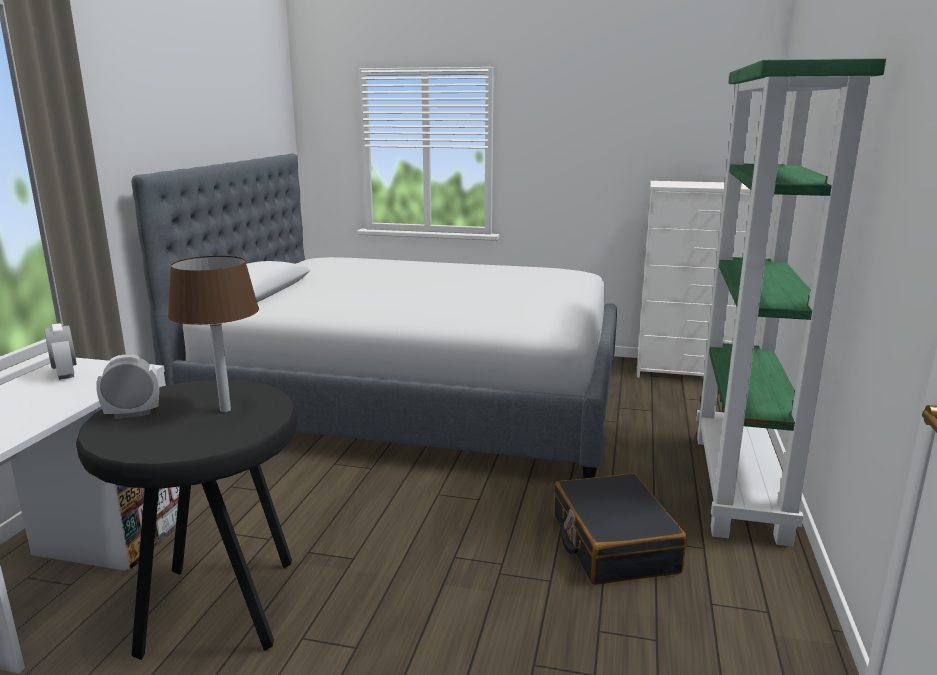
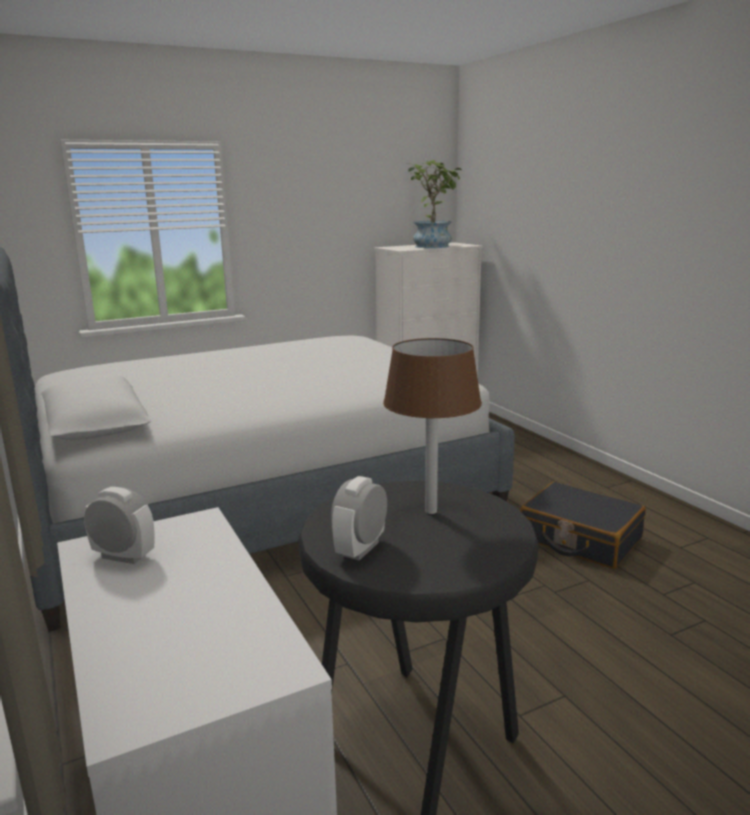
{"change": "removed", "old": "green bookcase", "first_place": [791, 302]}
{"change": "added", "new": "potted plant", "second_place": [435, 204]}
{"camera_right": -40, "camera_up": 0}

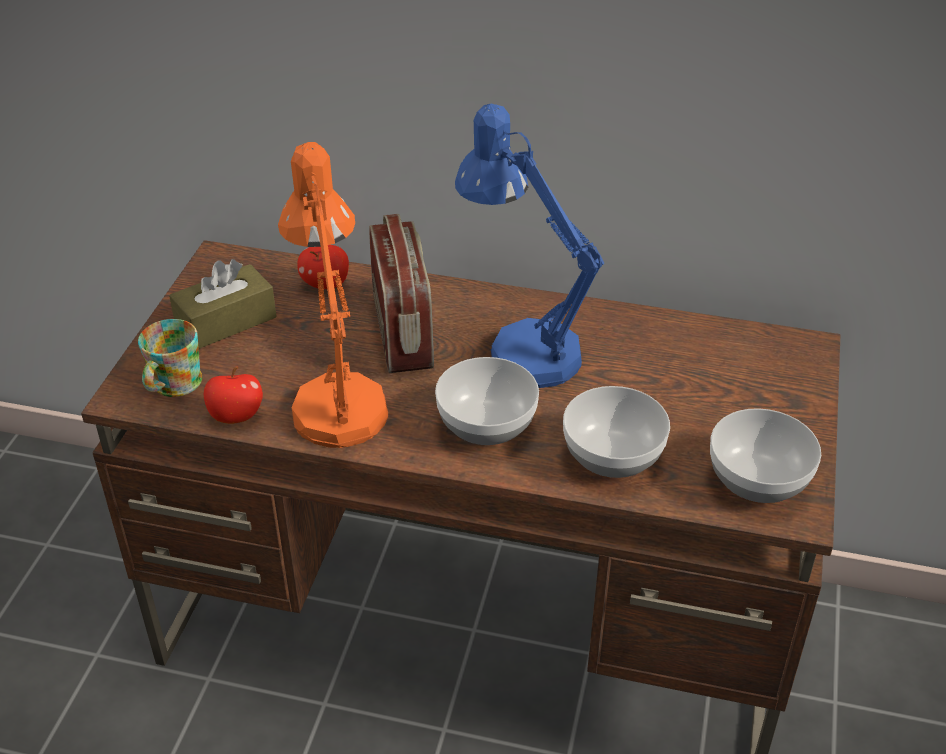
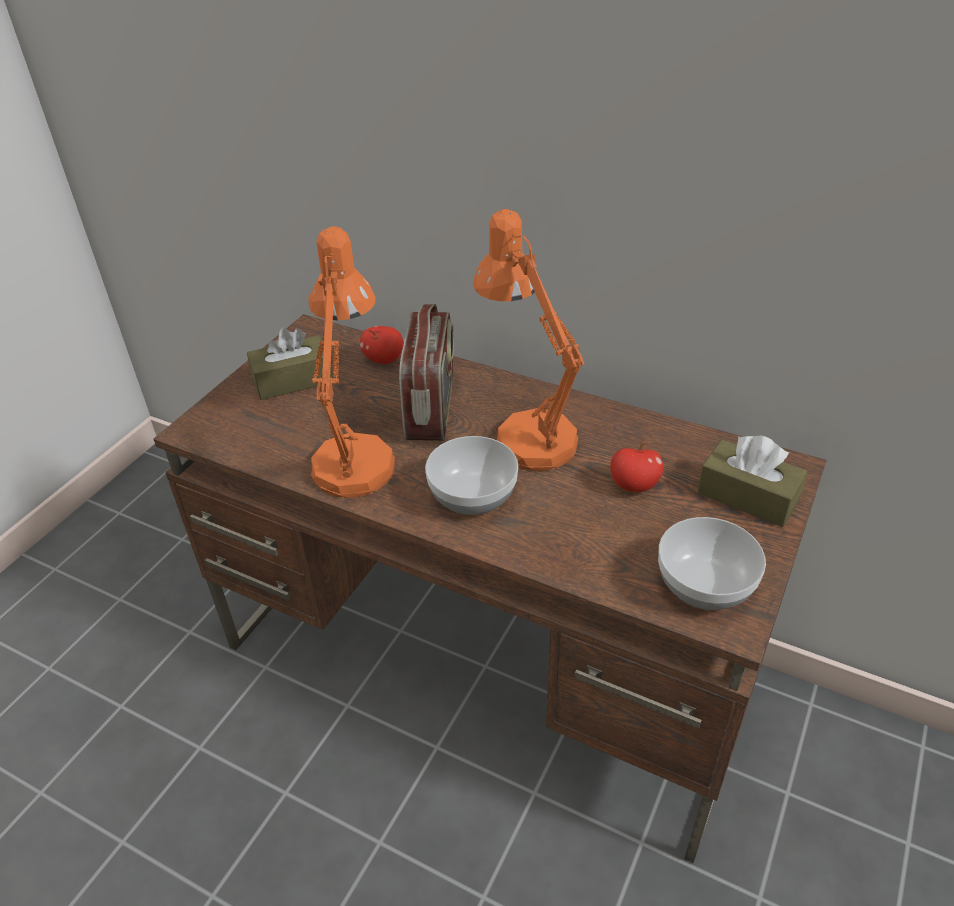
{"change": "recoloured", "old": "blue table lamp", "new": "orange table lamp", "first_place": [529, 246], "second_place": [528, 340]}
{"change": "removed", "old": "mug", "first_place": [170, 358]}
{"change": "moved", "old": "apple", "first_place": [233, 395], "second_place": [636, 467]}
{"change": "removed", "old": "bowl", "first_place": [616, 432]}
{"change": "added", "new": "brown tissue box", "second_place": [752, 481]}
{"camera_right": 15, "camera_up": 0}

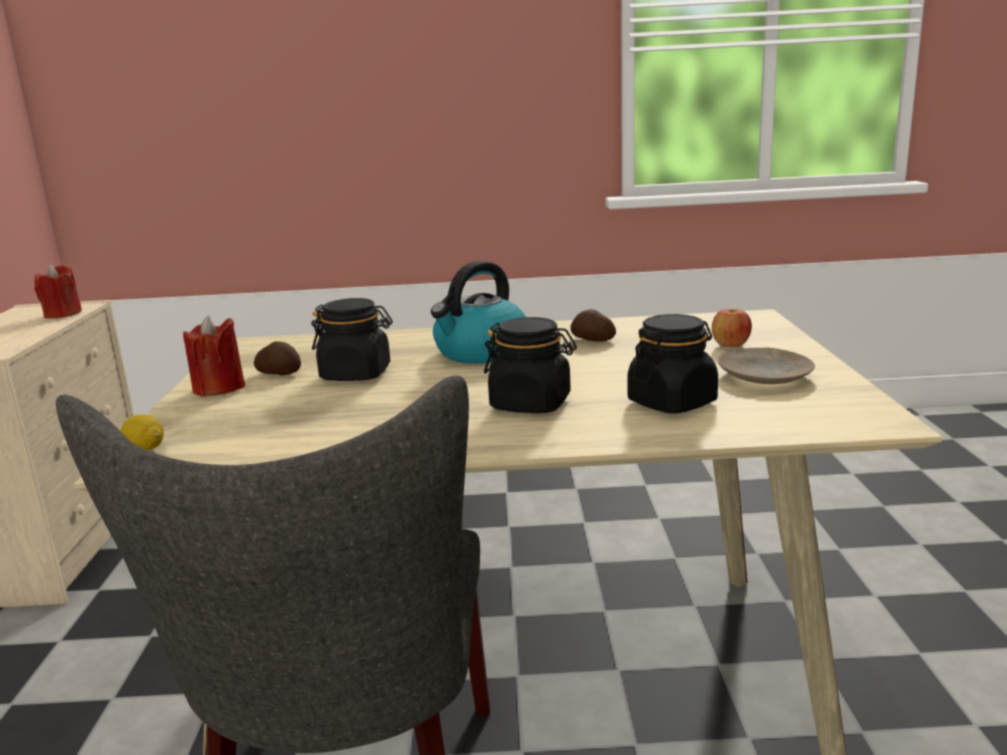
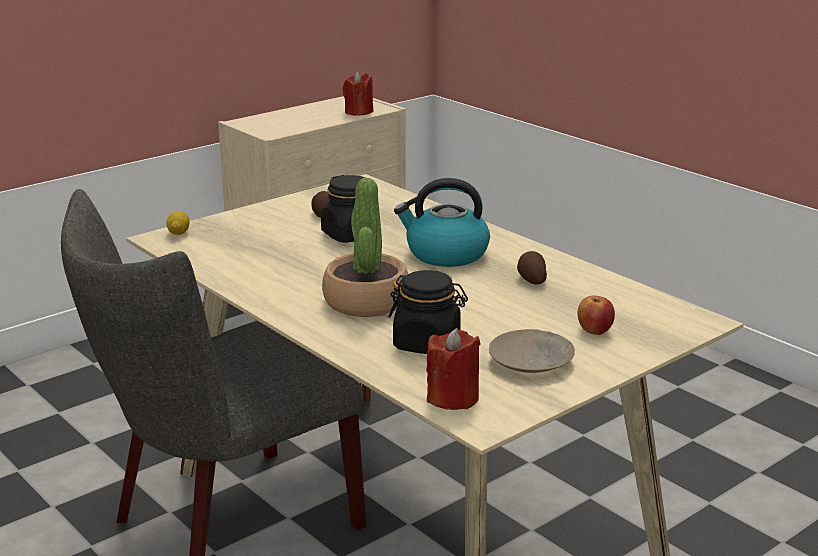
{"change": "moved", "old": "red candle", "first_place": [214, 356], "second_place": [453, 369]}
{"change": "replaced", "old": "black jar", "new": "potted plant", "first_place": [530, 365], "second_place": [365, 247]}
{"camera_right": 50, "camera_up": 5}

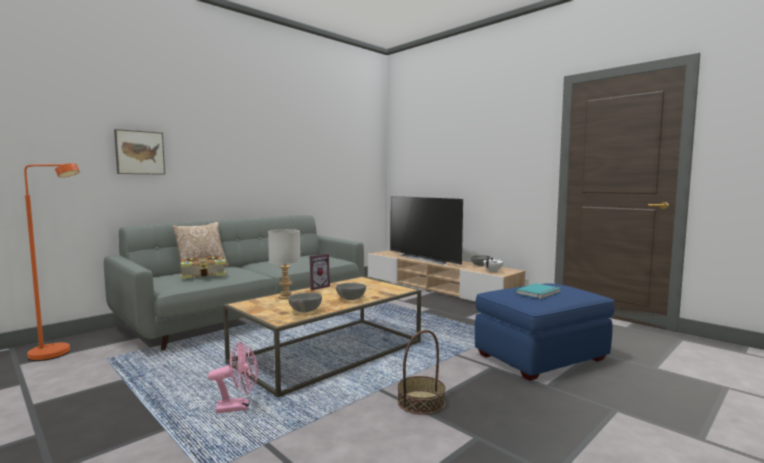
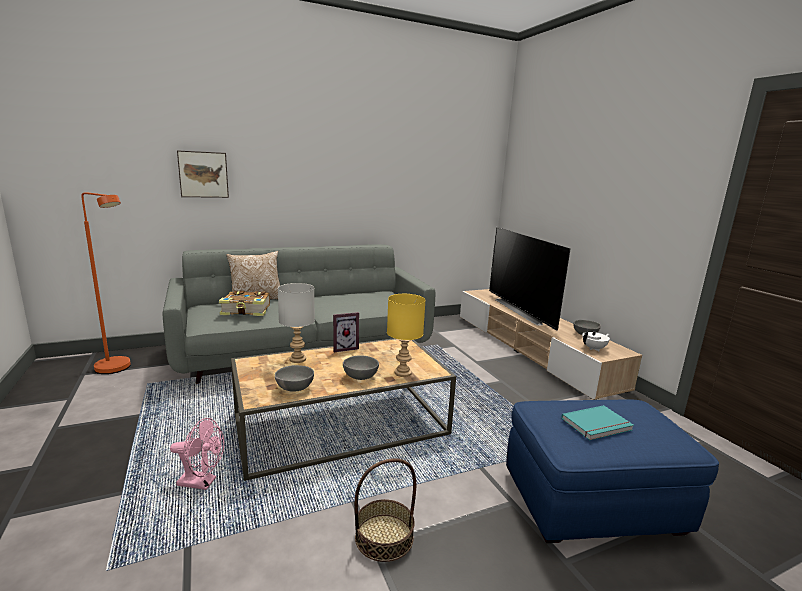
{"change": "added", "new": "yellow table lamp", "second_place": [406, 335]}
{"camera_right": 20, "camera_up": 10}

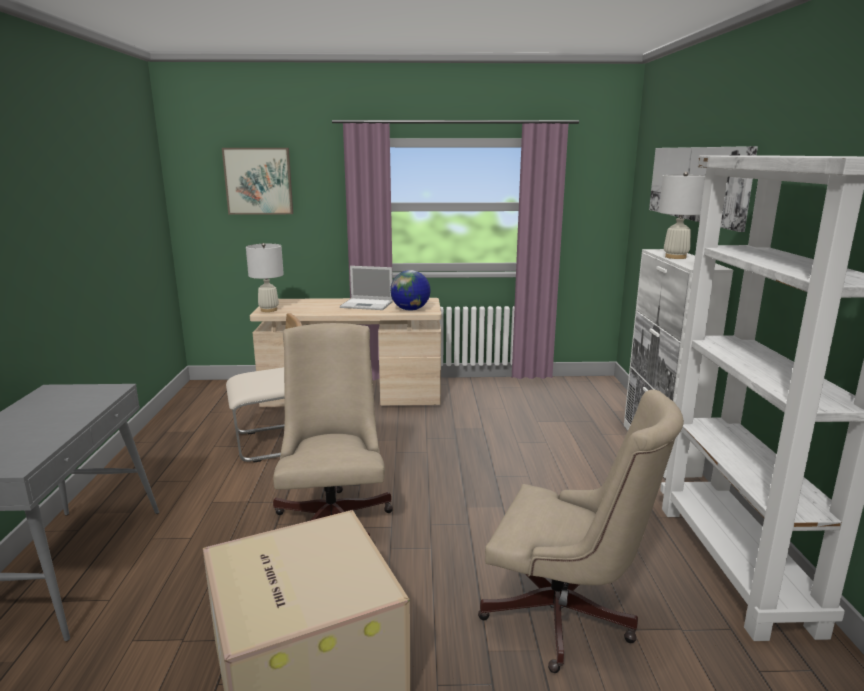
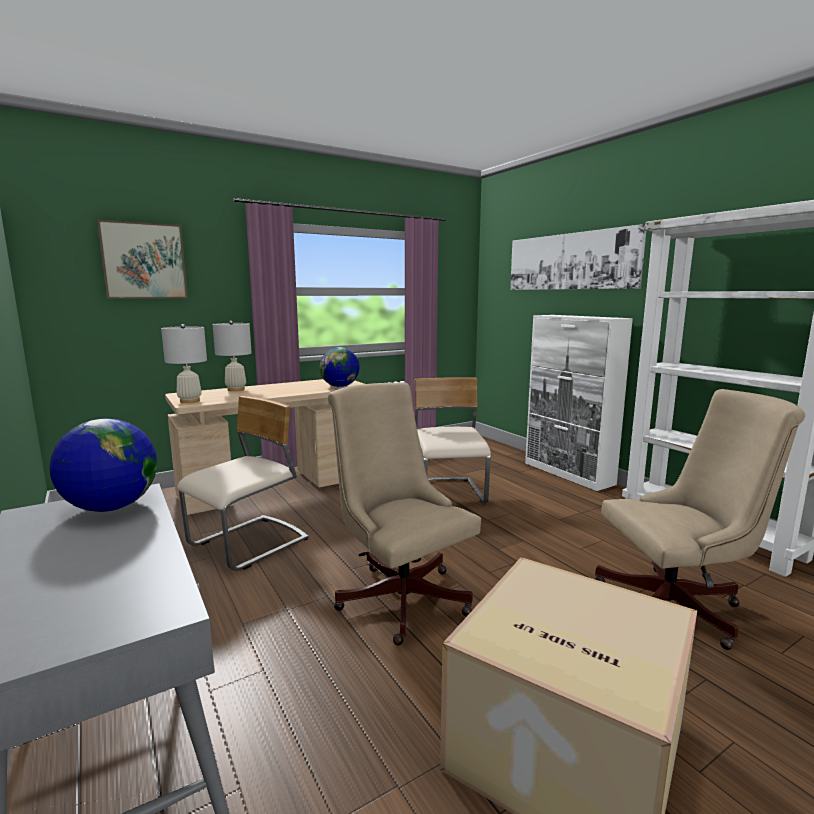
{"change": "moved", "old": "white table lamp", "first_place": [682, 215], "second_place": [232, 356]}
{"change": "removed", "old": "laptop", "first_place": [366, 288]}
{"change": "added", "new": "beige chair", "second_place": [453, 440]}
{"change": "added", "new": "globe", "second_place": [103, 465]}
{"camera_right": -30, "camera_up": -5}

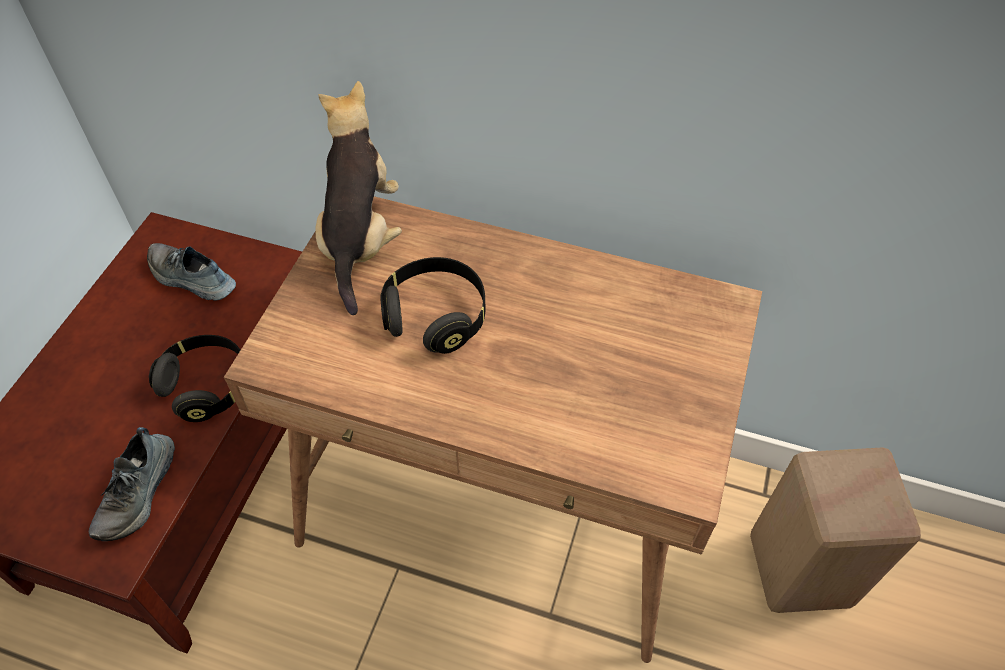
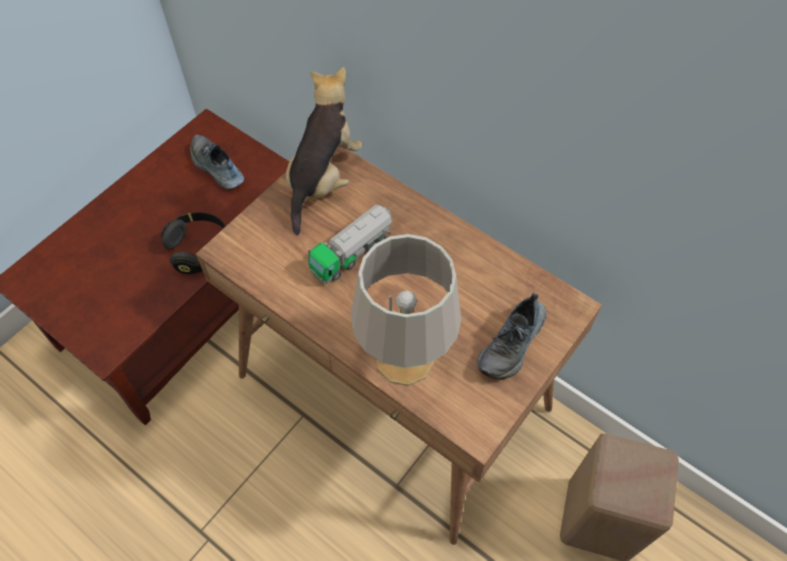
{"change": "replaced", "old": "black headphones", "new": "toy truck", "first_place": [433, 305], "second_place": [350, 244]}
{"change": "moved", "old": "shoe", "first_place": [132, 484], "second_place": [511, 335]}
{"change": "added", "new": "grey table lamp", "second_place": [406, 310]}
{"camera_right": 20, "camera_up": 5}

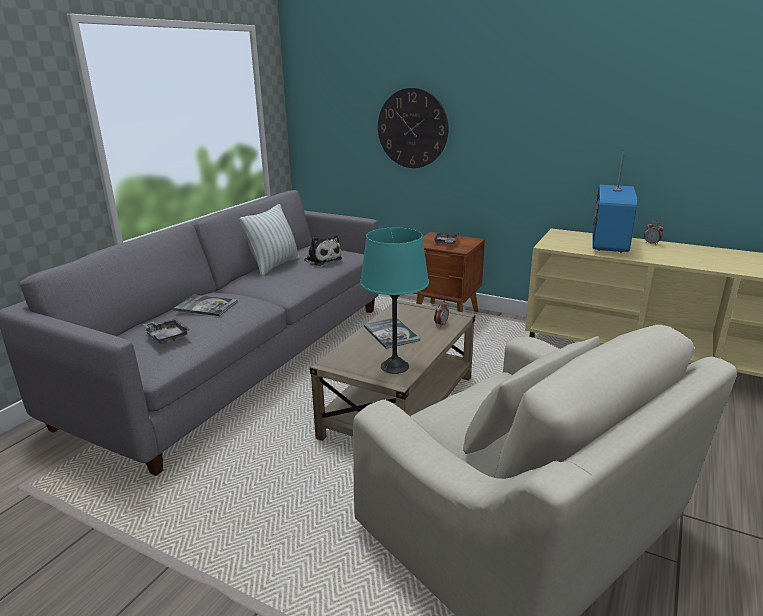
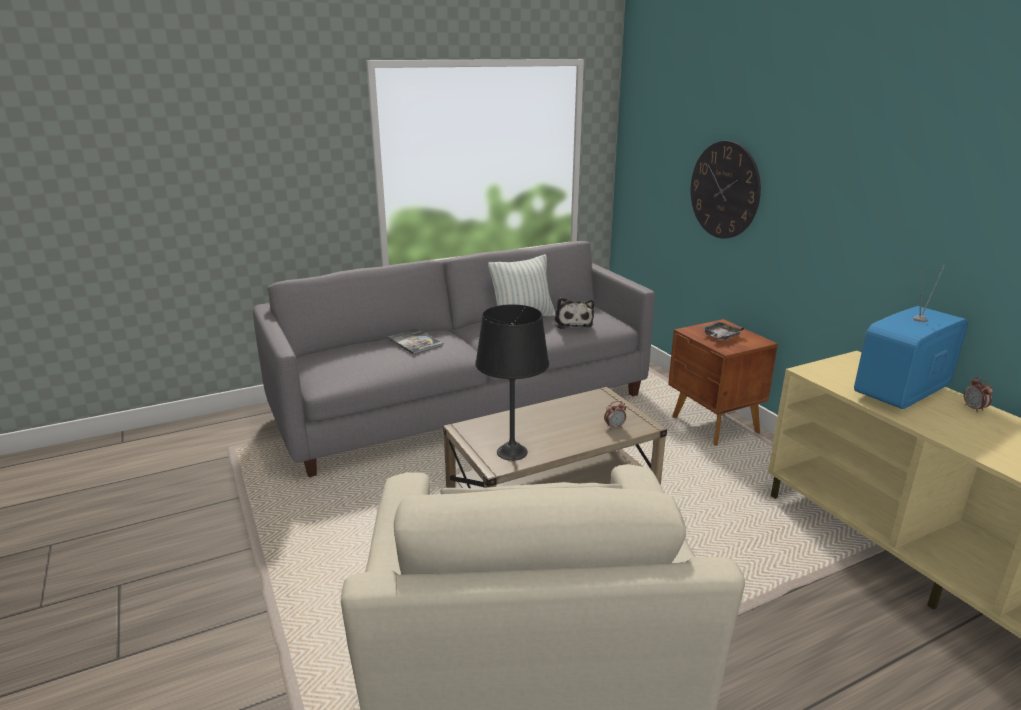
{"change": "recoloured", "old": "turquoise table lamp", "new": "black table lamp", "first_place": [394, 301], "second_place": [512, 382]}
{"change": "removed", "old": "grey tray", "first_place": [166, 331]}
{"change": "removed", "old": "book", "first_place": [392, 333]}
{"camera_right": 35, "camera_up": 0}

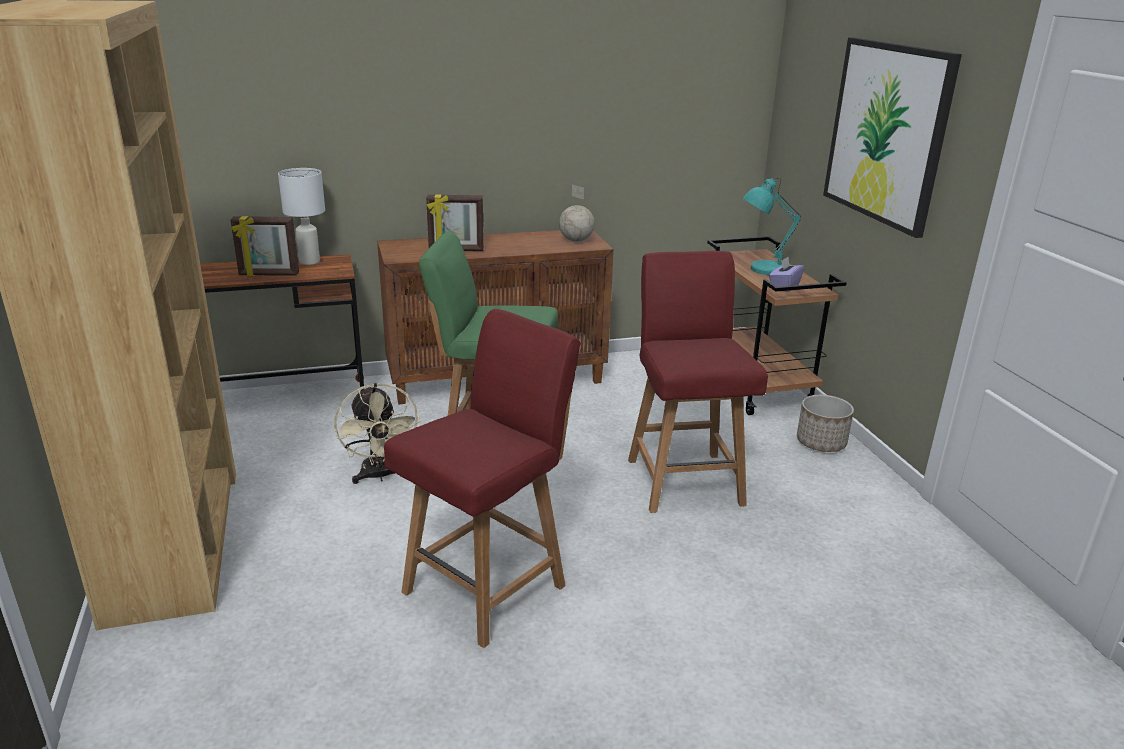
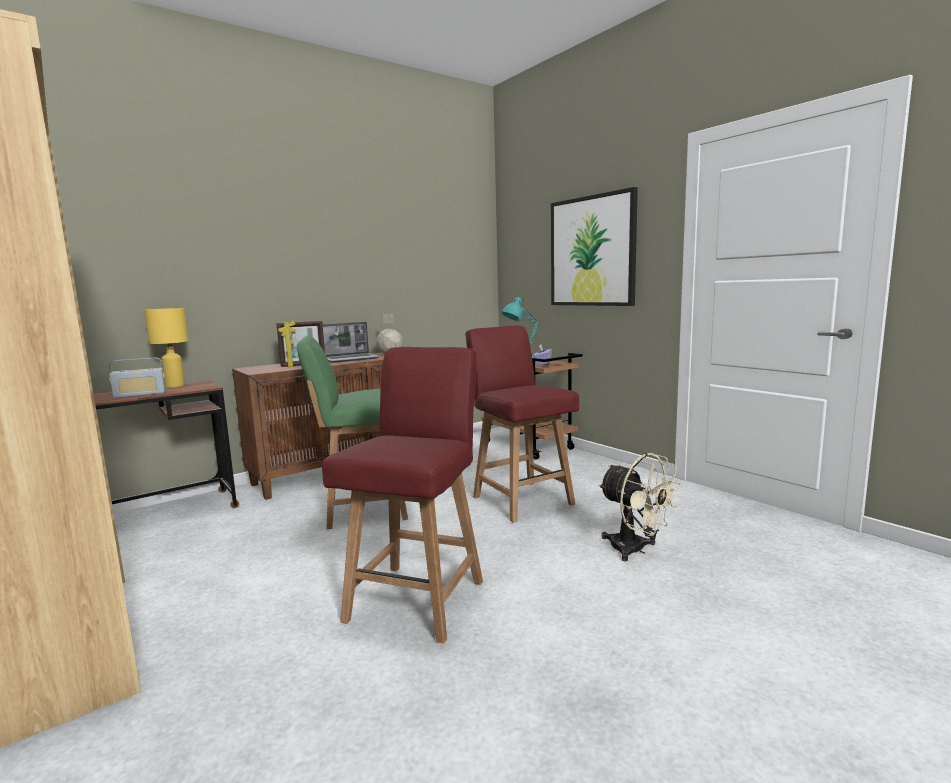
{"change": "recoloured", "old": "white table lamp", "new": "yellow table lamp", "first_place": [301, 216], "second_place": [166, 348]}
{"change": "replaced", "old": "picture frame", "new": "radio", "first_place": [264, 246], "second_place": [137, 378]}
{"change": "moved", "old": "beige fan", "first_place": [377, 433], "second_place": [640, 507]}
{"change": "removed", "old": "planter", "first_place": [825, 423]}
{"change": "added", "new": "laptop", "second_place": [351, 342]}
{"camera_right": -20, "camera_up": -15}

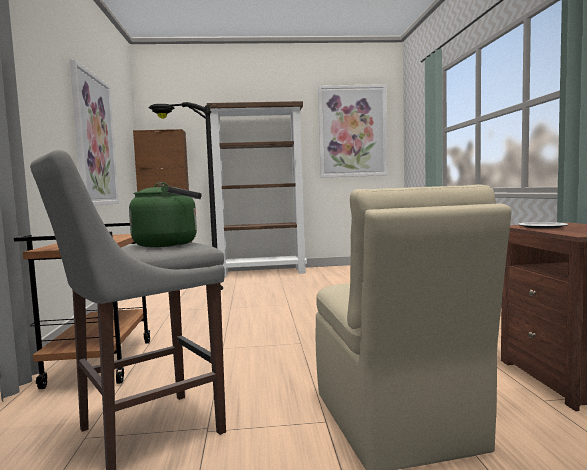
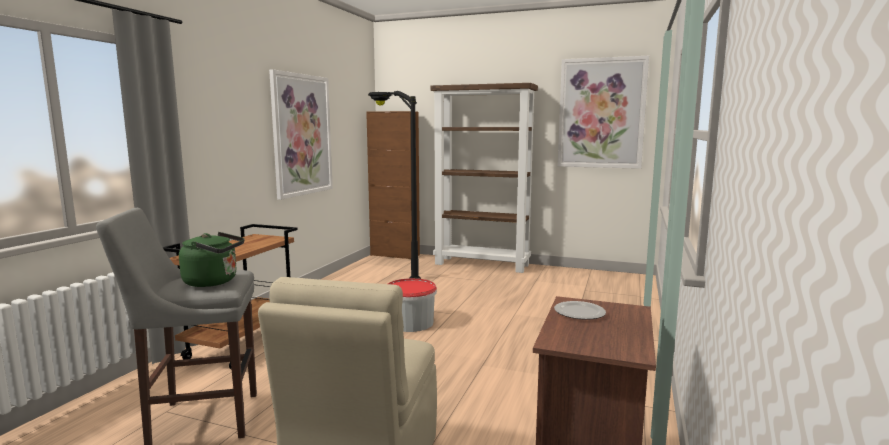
{"change": "added", "new": "bucket", "second_place": [412, 305]}
{"camera_right": 25, "camera_up": 5}

